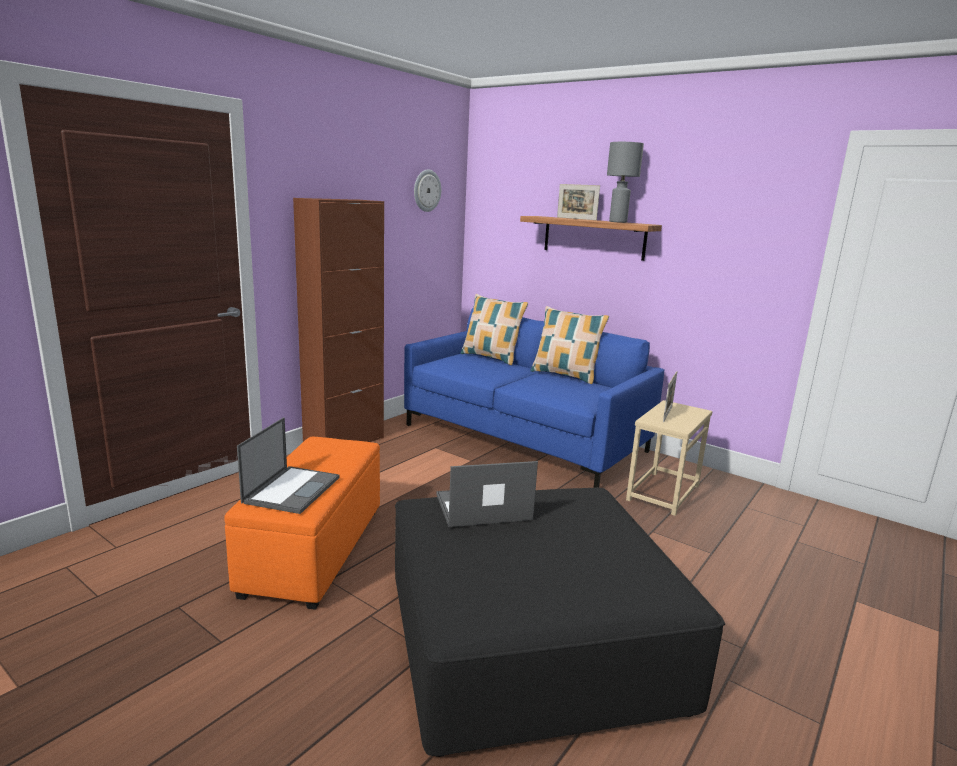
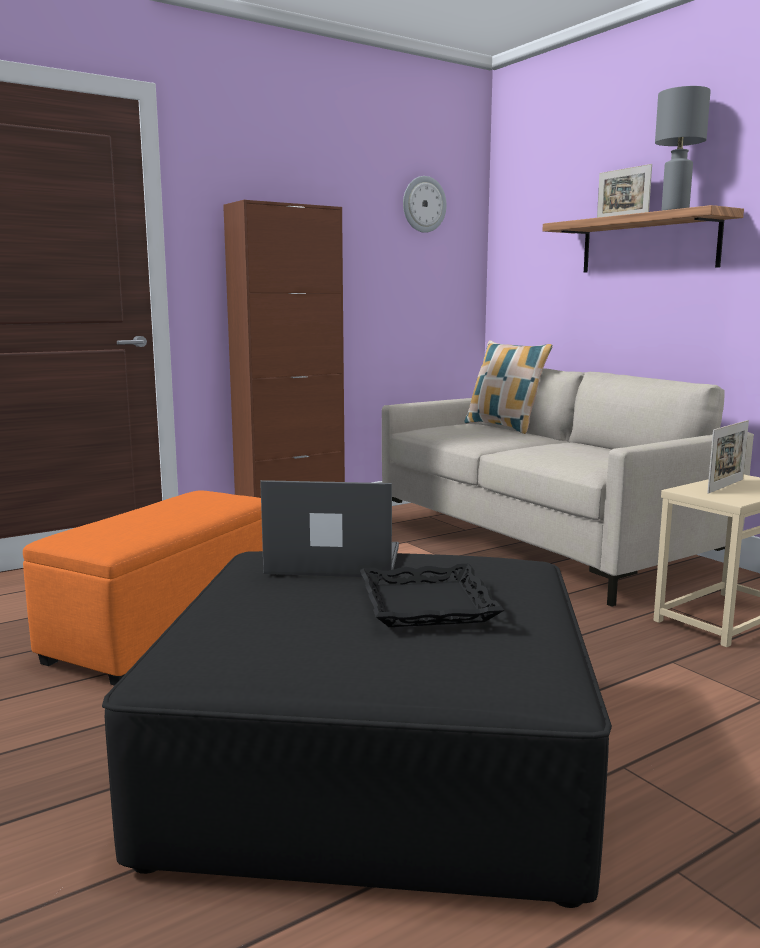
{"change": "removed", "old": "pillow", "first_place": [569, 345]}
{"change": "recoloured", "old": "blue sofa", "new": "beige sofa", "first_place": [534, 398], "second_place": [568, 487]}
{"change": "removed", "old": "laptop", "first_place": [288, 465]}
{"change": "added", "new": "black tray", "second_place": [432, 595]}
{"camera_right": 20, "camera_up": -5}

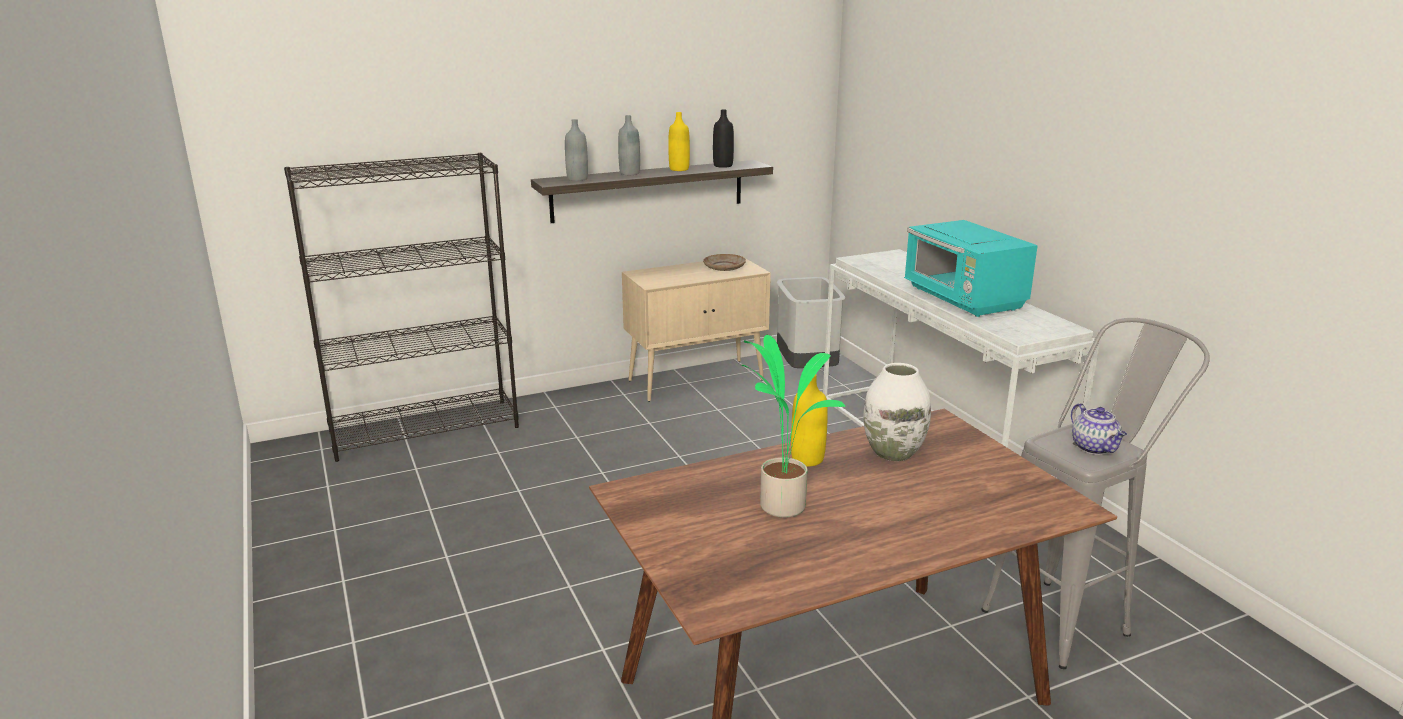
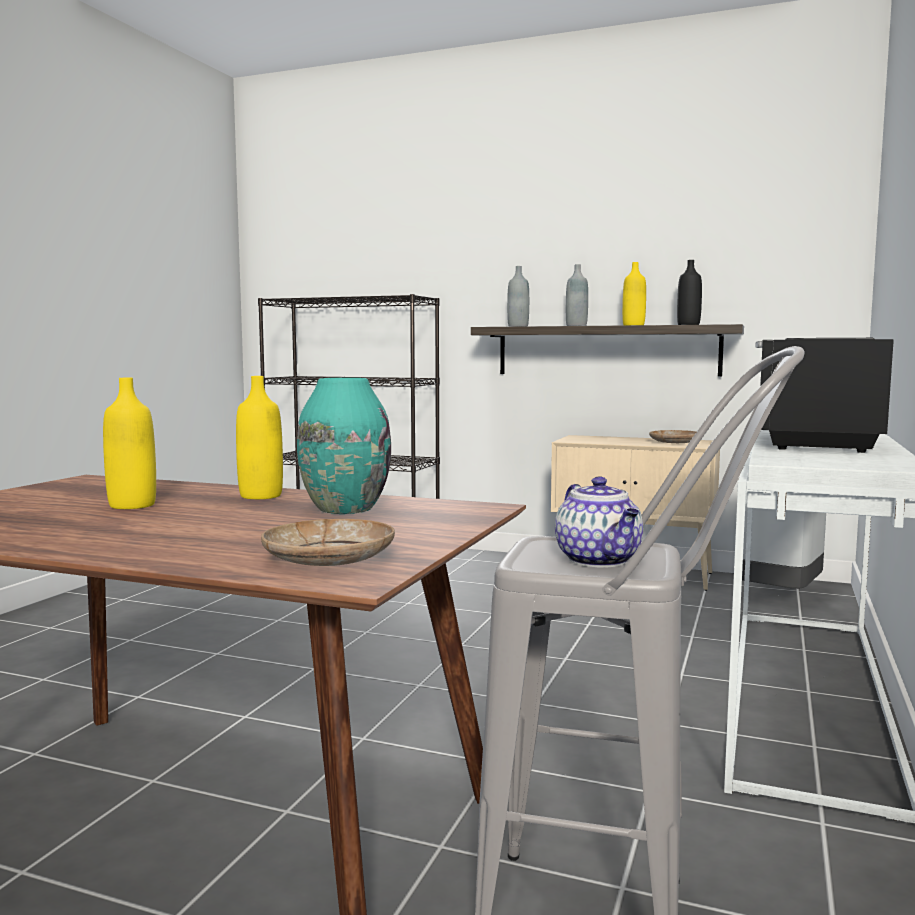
{"change": "recoloured", "old": "turquoise microwave", "new": "black microwave", "first_place": [971, 268], "second_place": [824, 395]}
{"change": "replaced", "old": "potted plant", "new": "yellow bottle", "first_place": [794, 426], "second_place": [129, 443]}
{"change": "recoloured", "old": "white vase", "new": "turquoise vase", "first_place": [897, 412], "second_place": [344, 446]}
{"change": "turned", "old": "teapot", "first_place": [1099, 429], "second_place": [599, 522], "degrees": -45}
{"change": "added", "new": "beige plate", "second_place": [328, 542]}
{"camera_right": 45, "camera_up": -15}

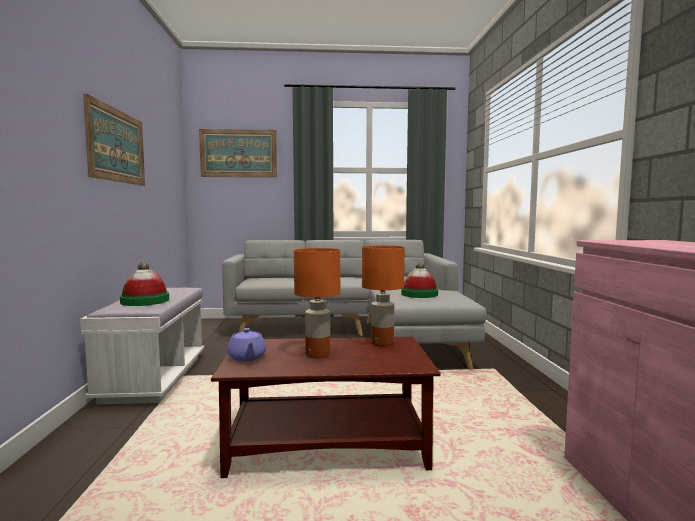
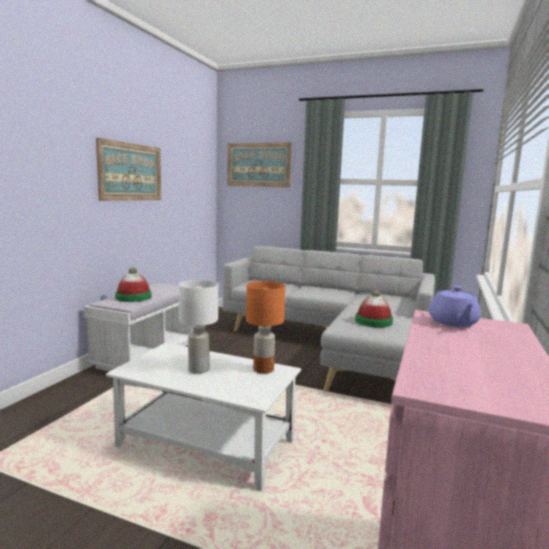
{"change": "recoloured", "old": "orange table lamp", "new": "white table lamp", "first_place": [317, 303], "second_place": [198, 327]}
{"change": "moved", "old": "purple teapot", "first_place": [246, 344], "second_place": [455, 306]}
{"change": "recoloured", "old": "brown coffee table", "new": "white coffee table", "first_place": [326, 407], "second_place": [203, 417]}
{"camera_right": 25, "camera_up": 5}

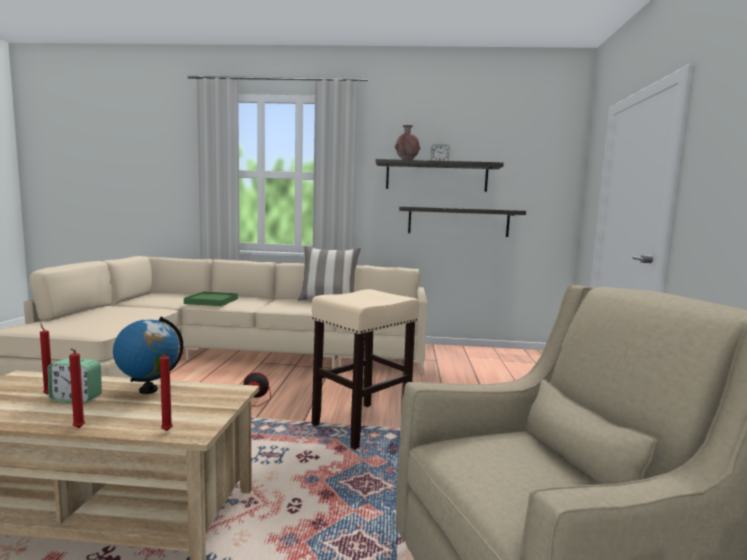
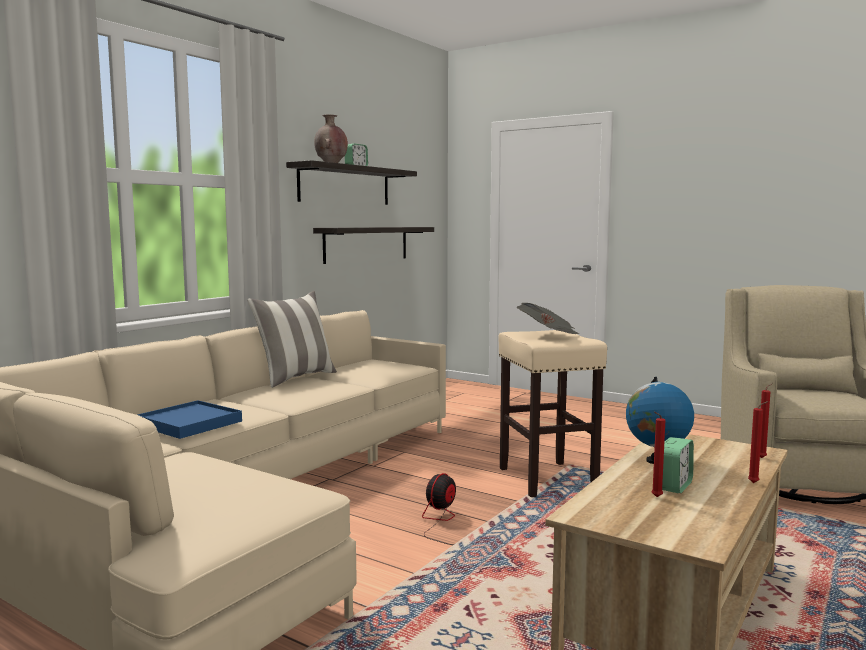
{"change": "recoloured", "old": "green tray", "new": "blue tray", "first_place": [211, 299], "second_place": [189, 419]}
{"change": "added", "new": "newspaper", "second_place": [548, 318]}
{"camera_right": -60, "camera_up": 0}

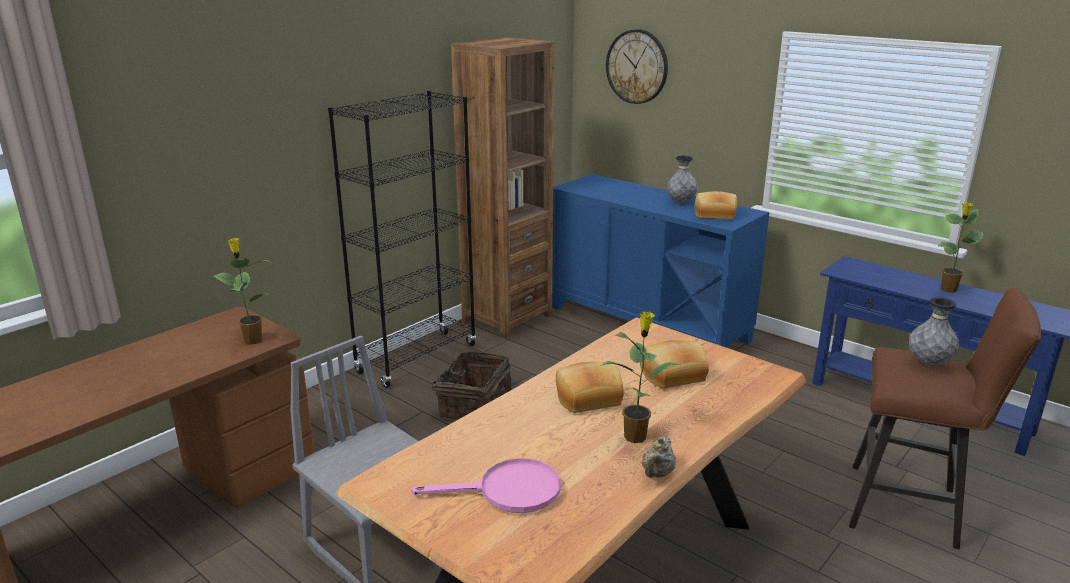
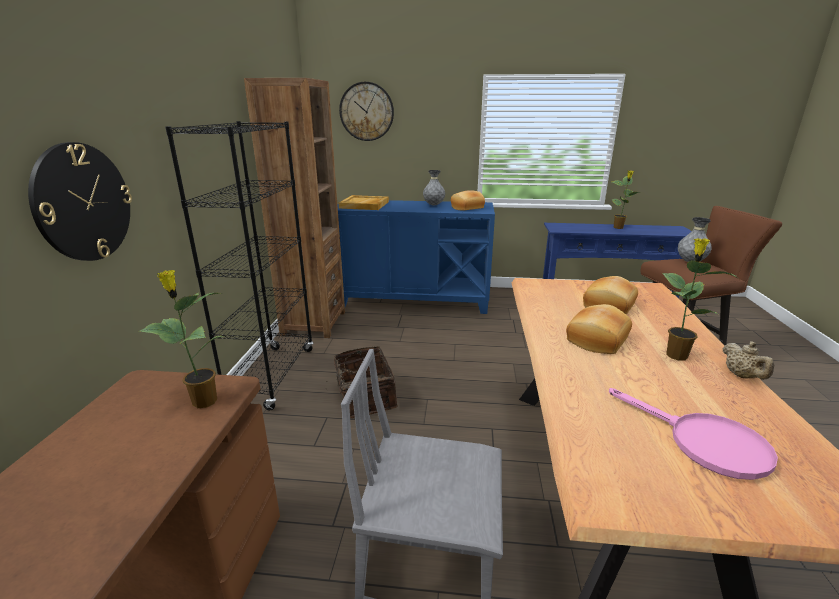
{"change": "turned", "old": "pink frying pan", "first_place": [486, 485], "second_place": [693, 434], "degrees": 90}
{"change": "added", "new": "wall clock", "second_place": [80, 201]}
{"change": "added", "new": "beige tray", "second_place": [364, 202]}
{"camera_right": -35, "camera_up": 0}

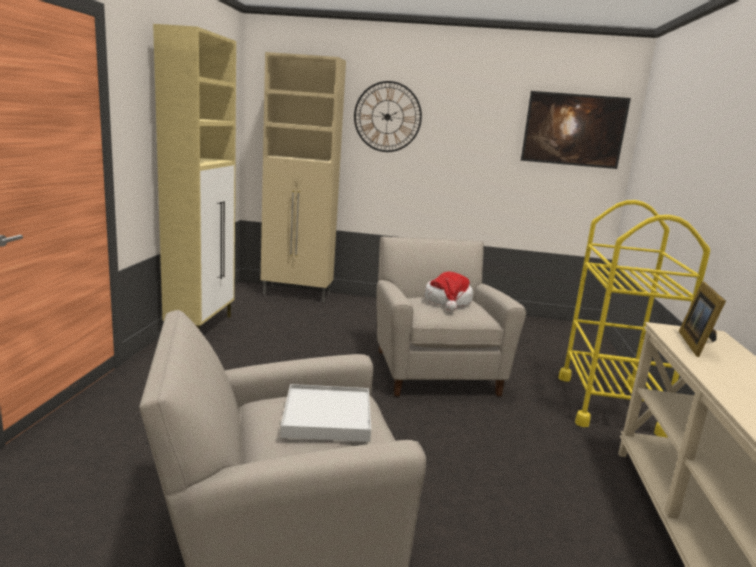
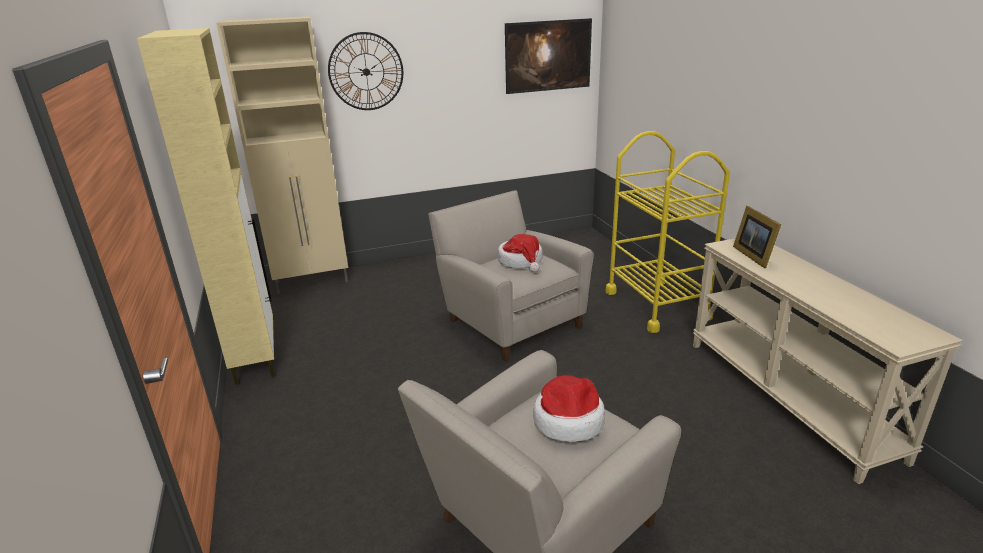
{"change": "replaced", "old": "white tray", "new": "hat", "first_place": [325, 413], "second_place": [569, 408]}
{"camera_right": -25, "camera_up": 10}

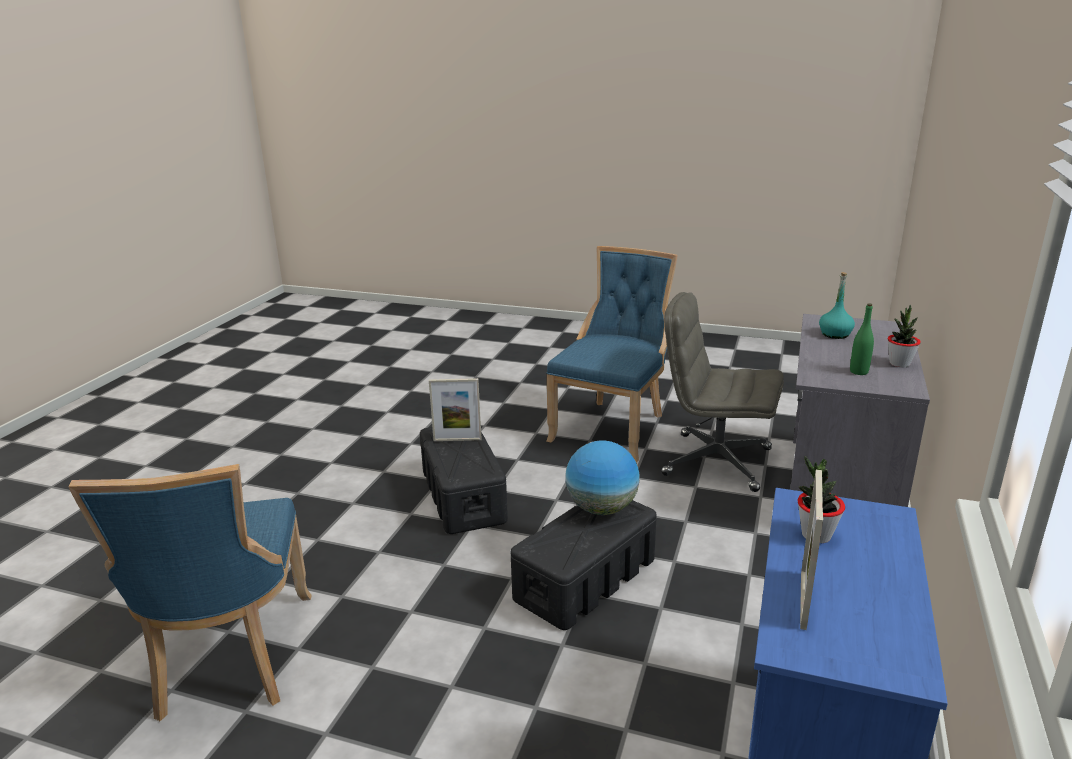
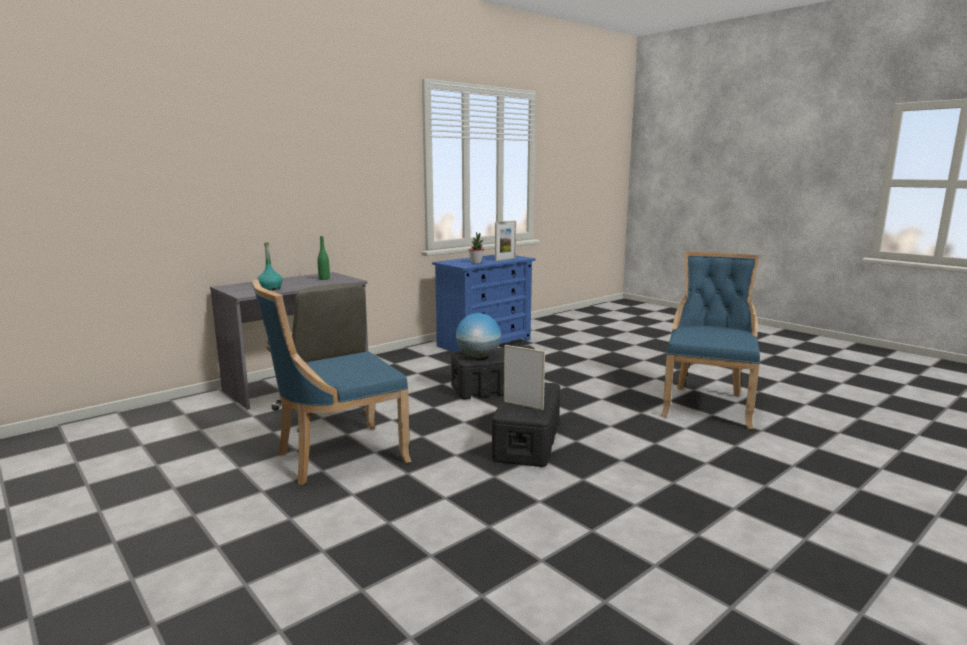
{"change": "removed", "old": "potted plant", "first_place": [904, 335]}
{"camera_right": -150, "camera_up": -10}

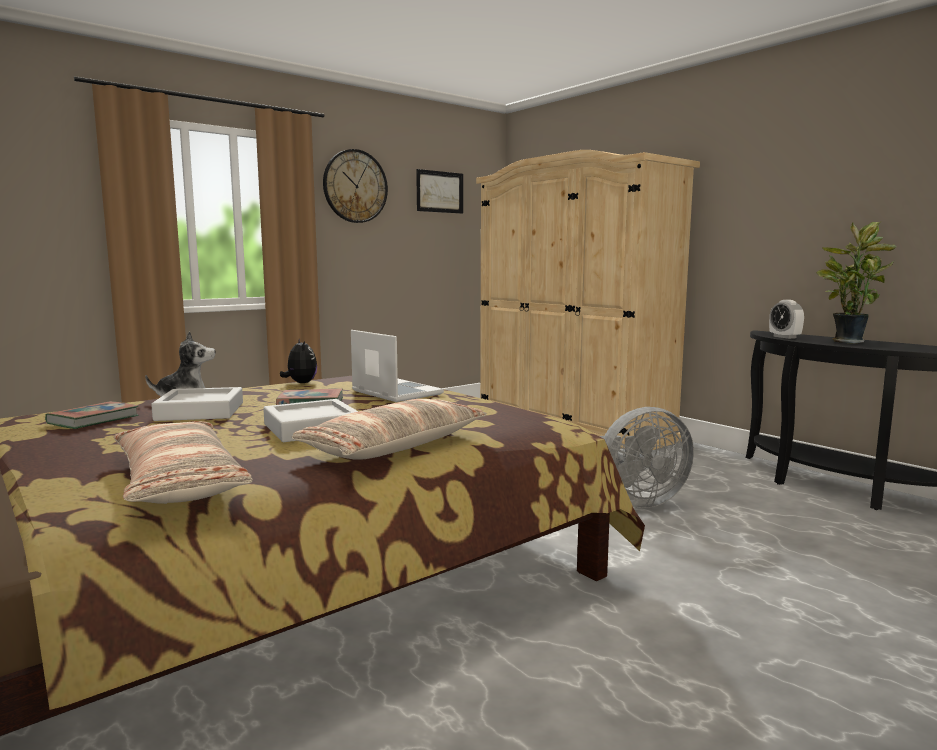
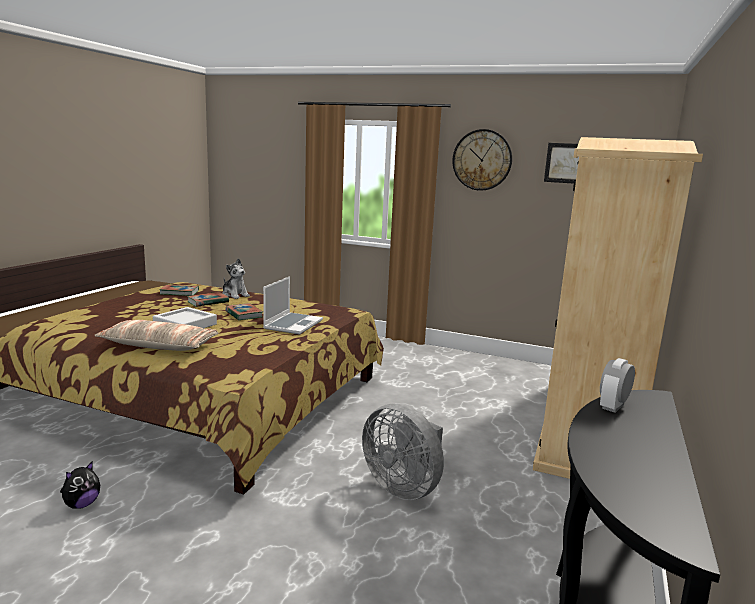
{"change": "removed", "old": "potted plant", "first_place": [856, 283]}
{"change": "moved", "old": "plush toy", "first_place": [298, 360], "second_place": [80, 485]}
{"change": "replaced", "old": "grey tray", "new": "book", "first_place": [197, 404], "second_place": [208, 299]}
{"change": "removed", "old": "pillow", "first_place": [183, 462]}
{"camera_right": 60, "camera_up": 5}

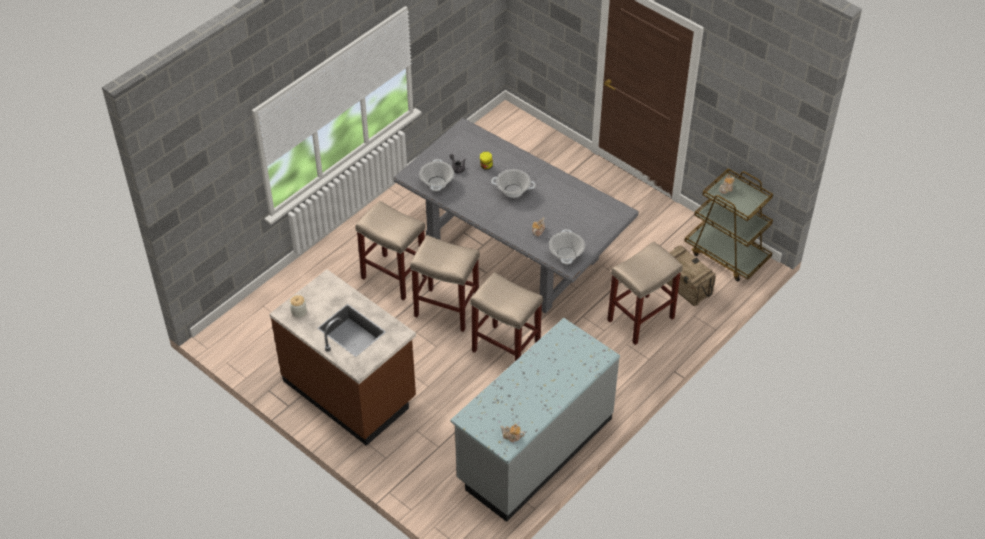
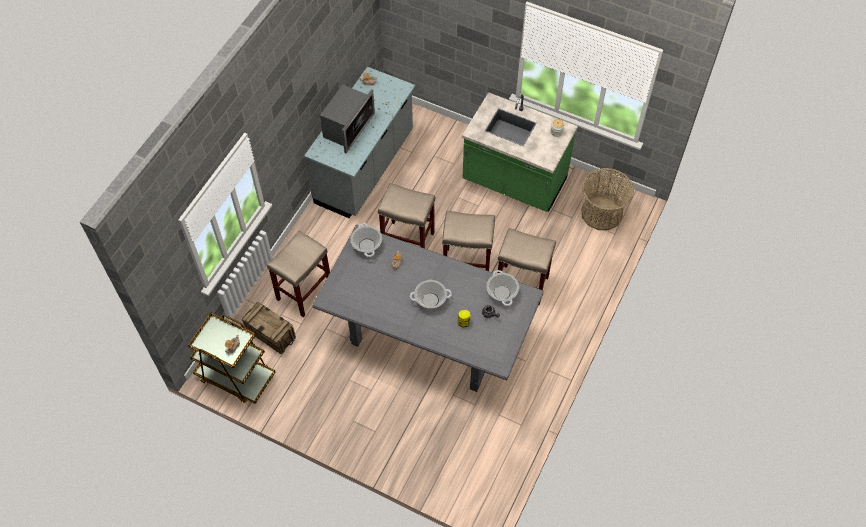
{"change": "recoloured", "old": "brown counter", "new": "green counter", "first_place": [342, 357], "second_place": [520, 152]}
{"change": "added", "new": "microwave", "second_place": [347, 119]}
{"change": "added", "new": "basket", "second_place": [607, 199]}
{"camera_right": 165, "camera_up": 10}

